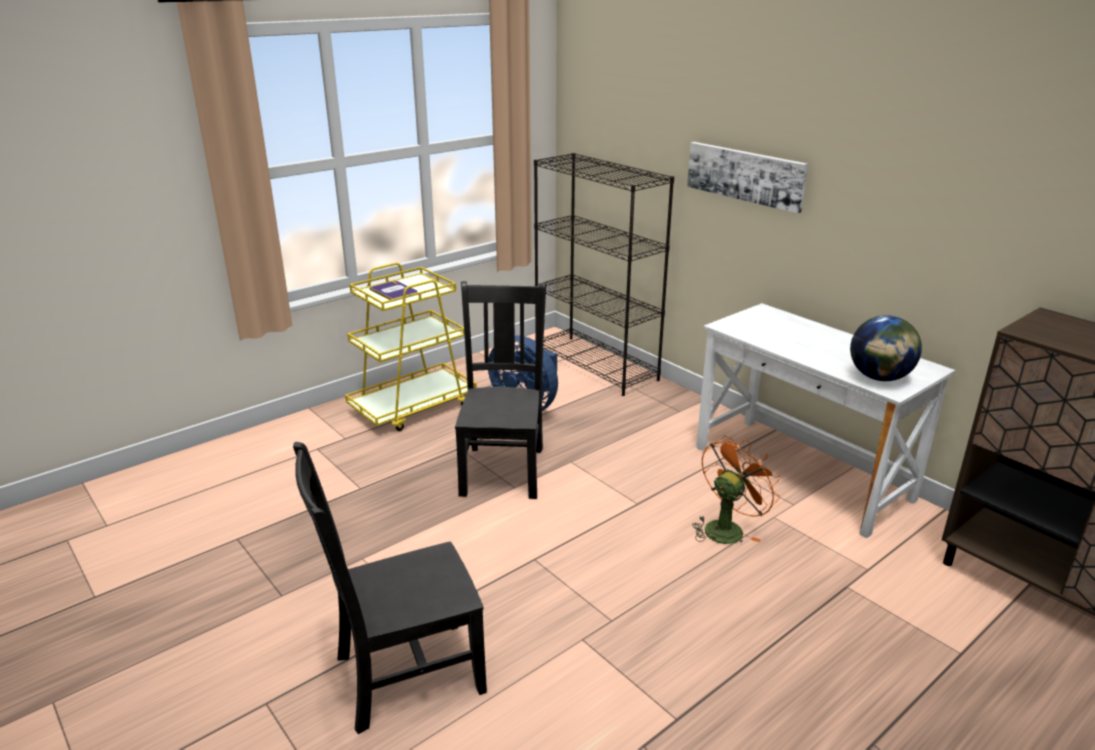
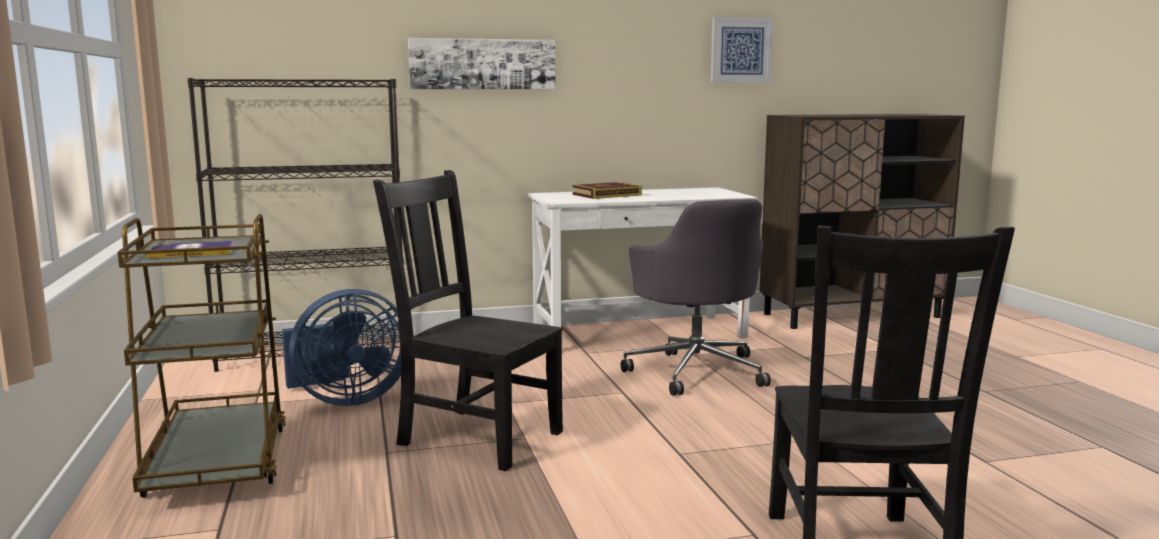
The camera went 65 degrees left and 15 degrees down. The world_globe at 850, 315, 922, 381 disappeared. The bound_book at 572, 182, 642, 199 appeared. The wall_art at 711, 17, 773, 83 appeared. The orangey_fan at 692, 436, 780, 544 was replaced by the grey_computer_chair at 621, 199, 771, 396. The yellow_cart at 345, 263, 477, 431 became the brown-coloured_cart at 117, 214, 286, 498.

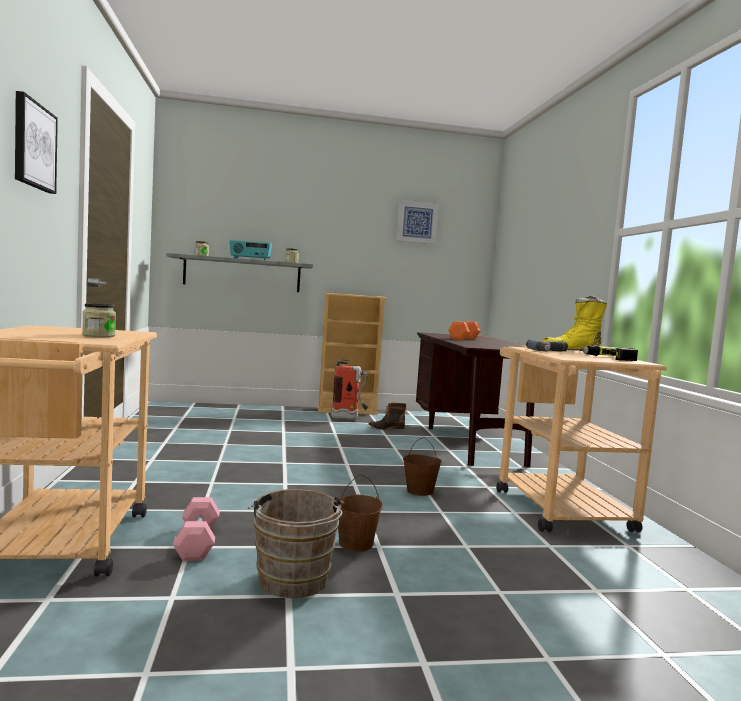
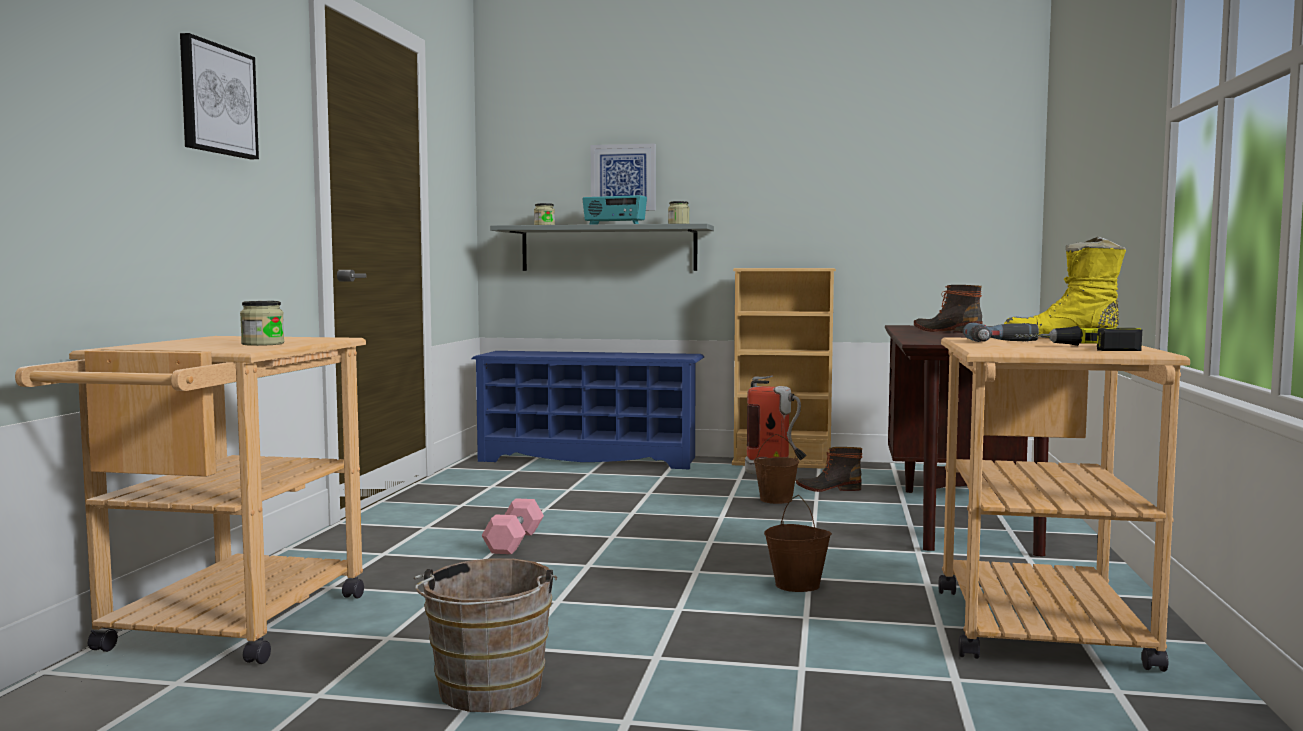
The camera went 20 degrees right and 0 degrees up. The blue_shoe_stand at 472, 351, 704, 469 appeared. The pinkish_free_weight moved from 173, 497, 220, 561 to 481, 498, 544, 554. The brown-coloured_bucket moved from 338, 474, 383, 552 to 754, 434, 799, 504. The wall_art moved from 396, 200, 439, 244 to 591, 144, 656, 211. The orangey_free_weight at 448, 321, 481, 340 was replaced by the boot at 914, 285, 983, 333.

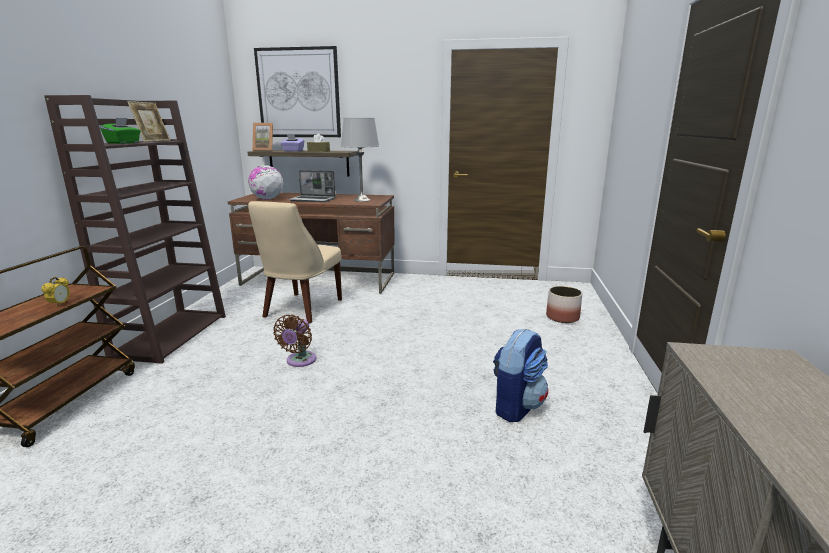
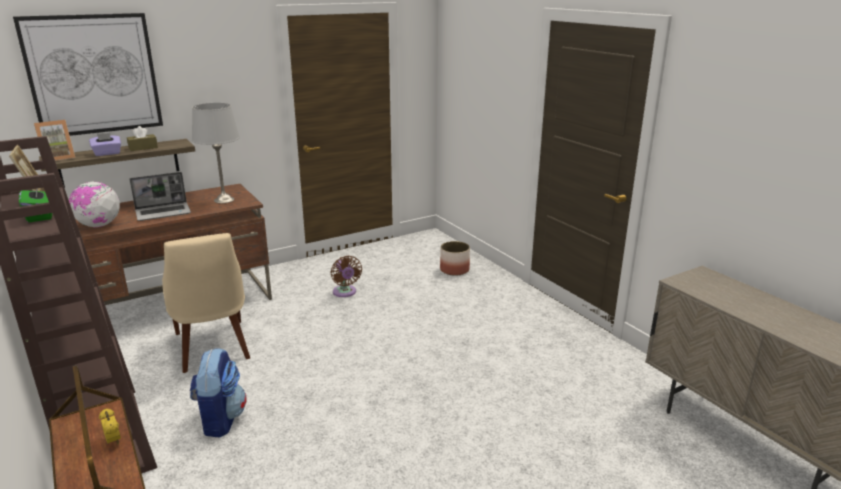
The camera went 40 degrees left and 5 degrees up. The brown-coloured_fan moved from 273, 315, 316, 367 to 330, 256, 362, 297. The rucksack moved from 493, 328, 548, 422 to 190, 348, 247, 438.

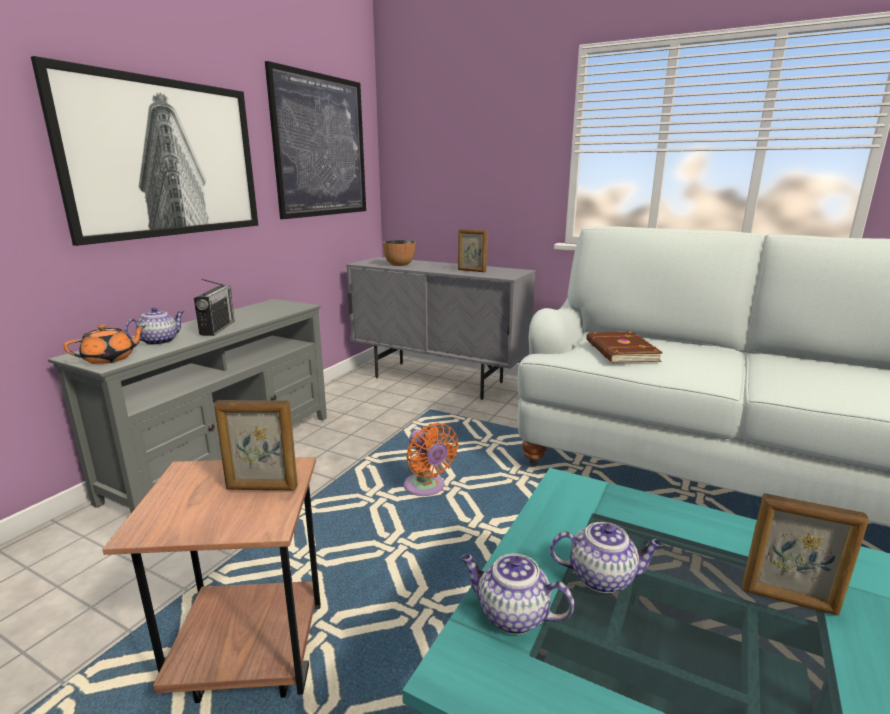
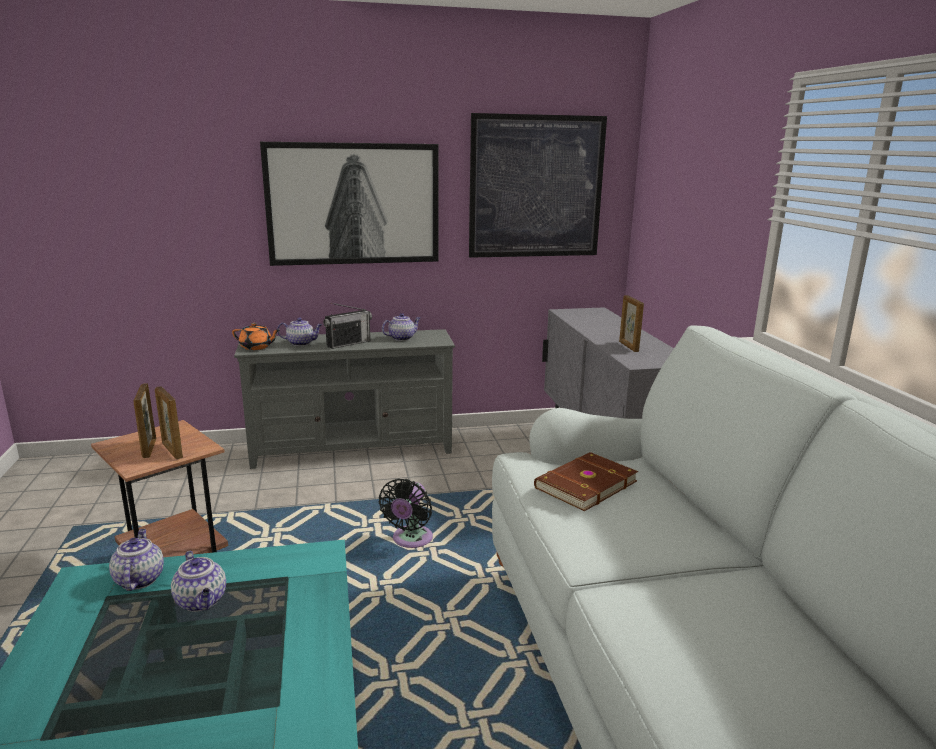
The camera went 50 degrees right and 0 degrees up. The deep_dish at 383, 240, 416, 266 disappeared. The teapot at 382, 313, 421, 341 appeared. The picture_frame moved from 742, 493, 869, 616 to 133, 384, 156, 458. The orangey_fan at 404, 423, 459, 496 became the black-coloured_fan at 379, 479, 433, 548.

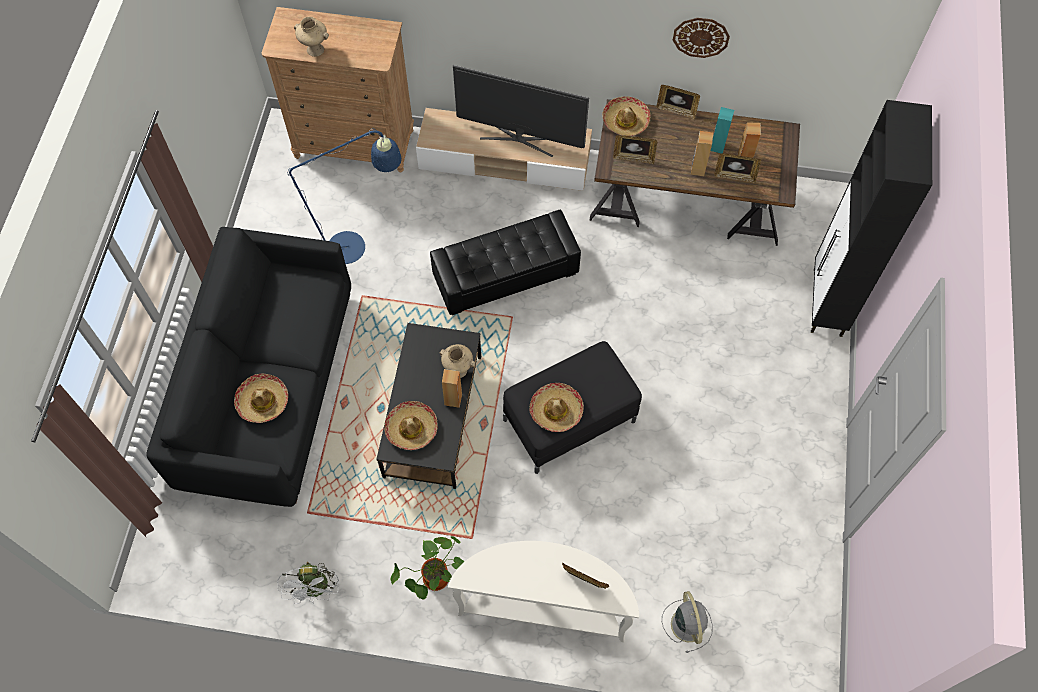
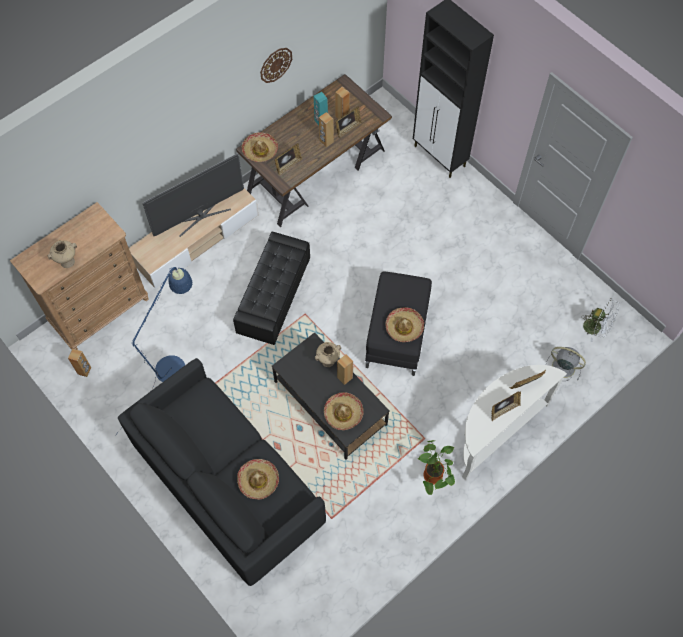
The camera went 50 degrees left and 0 degrees up. The brown-coloured_loudspeaker at 68, 349, 91, 377 appeared. The white_fan moved from 277, 562, 339, 604 to 581, 298, 620, 342. The picture_frame moved from 656, 85, 700, 119 to 491, 391, 521, 421.

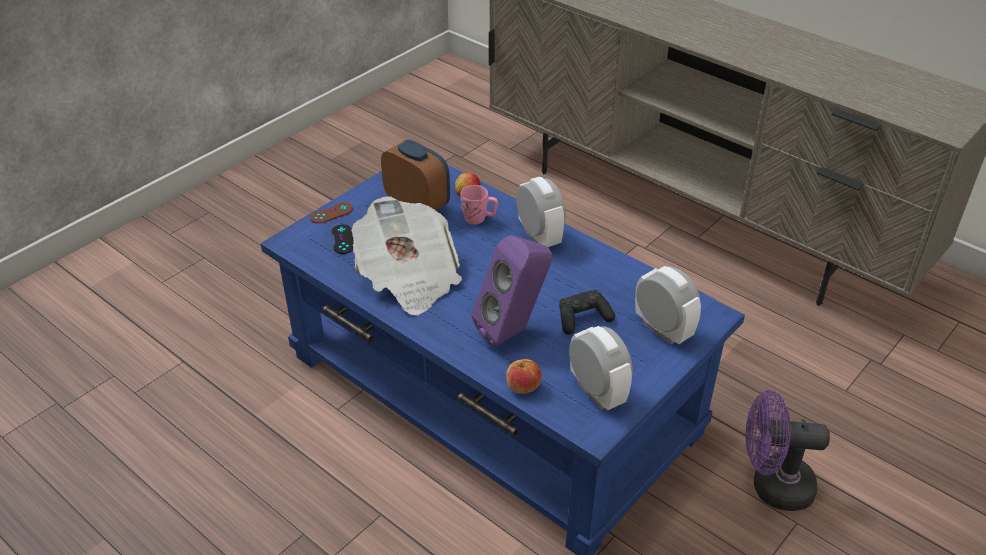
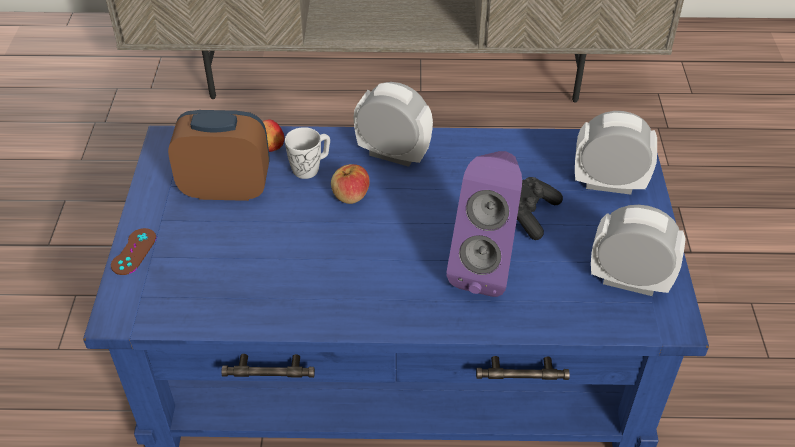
The camera went 40 degrees left and 5 degrees up. The black-coloured_game_controller at 332, 224, 354, 254 disappeared. The printed_paper at 351, 196, 462, 315 disappeared. The purplish_fan at 746, 390, 830, 511 disappeared. The whole_apple moved from 506, 359, 542, 394 to 331, 164, 370, 204. The pinkish_coffee_mug at 460, 185, 498, 225 became the white_coffee_mug at 285, 127, 330, 179.

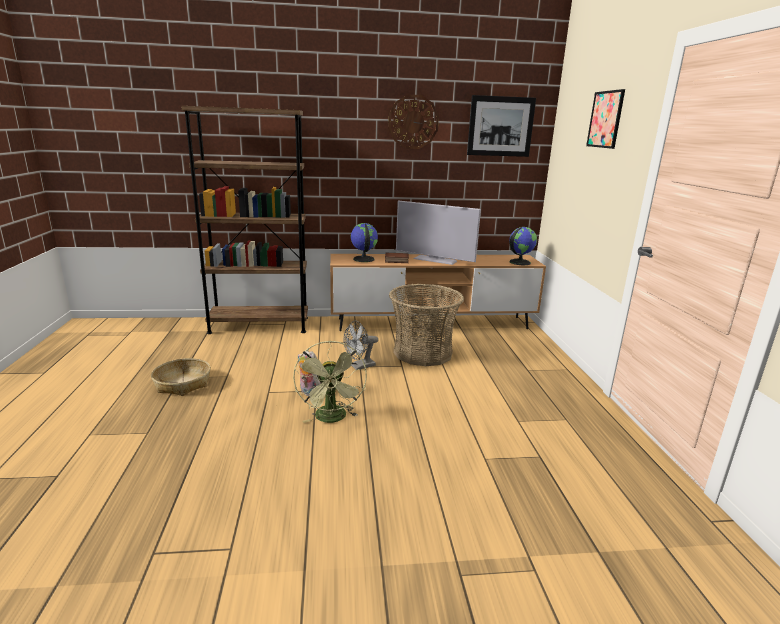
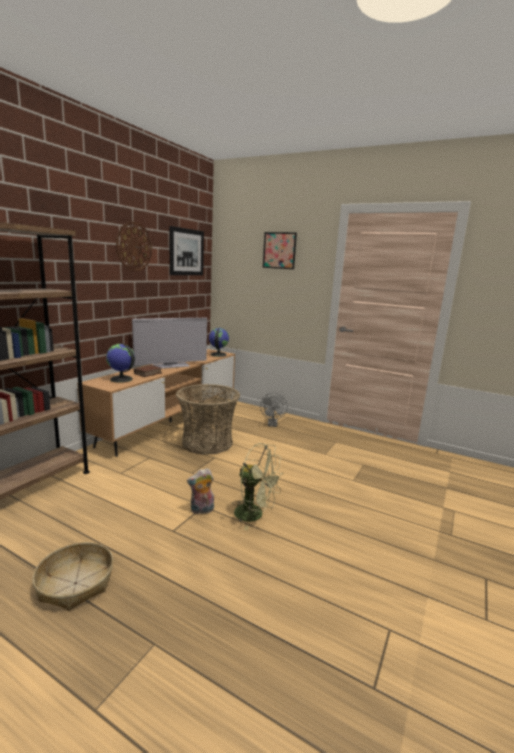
The camera went 55 degrees left and 5 degrees down. The grey_fan moved from 344, 320, 378, 370 to 260, 393, 287, 427.

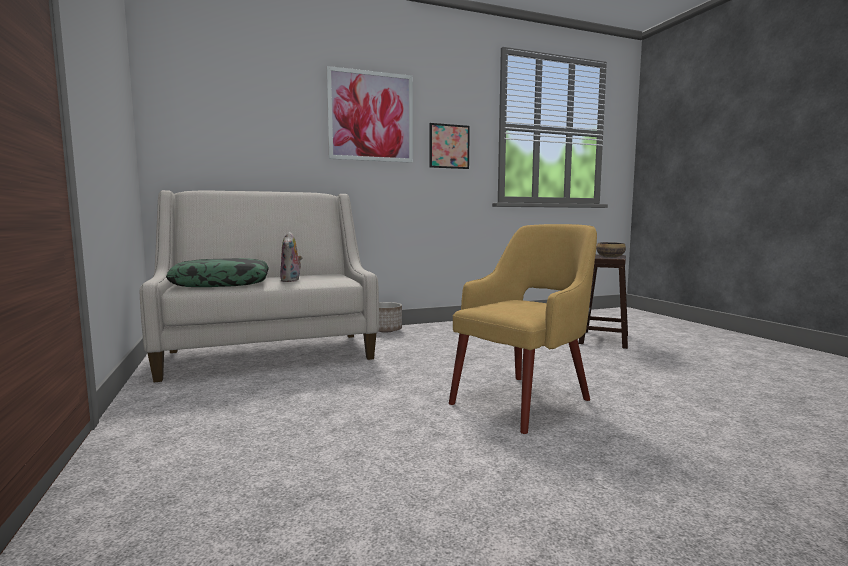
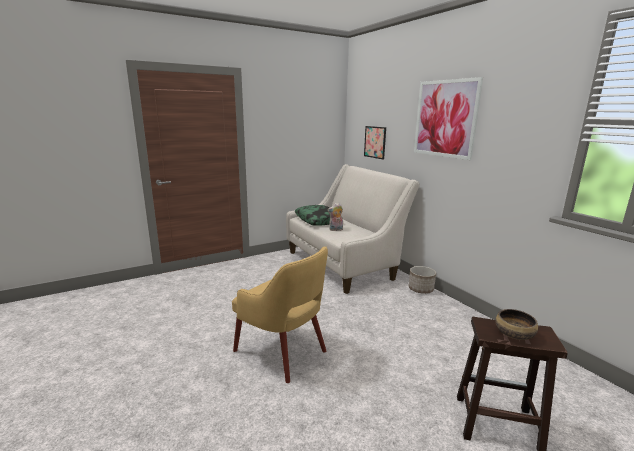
The camera went 80 degrees right and 10 degrees up. The wall_art moved from 429, 123, 470, 169 to 364, 126, 386, 159.

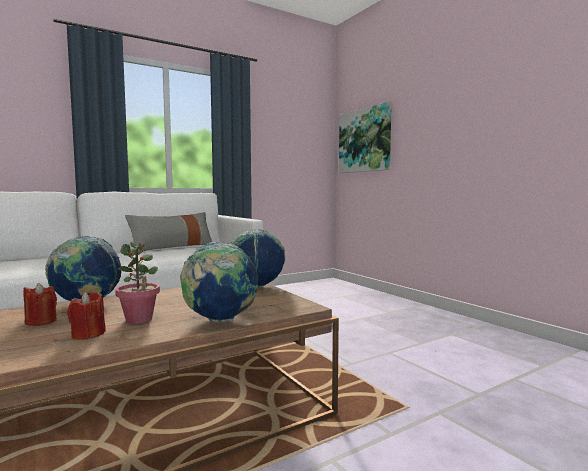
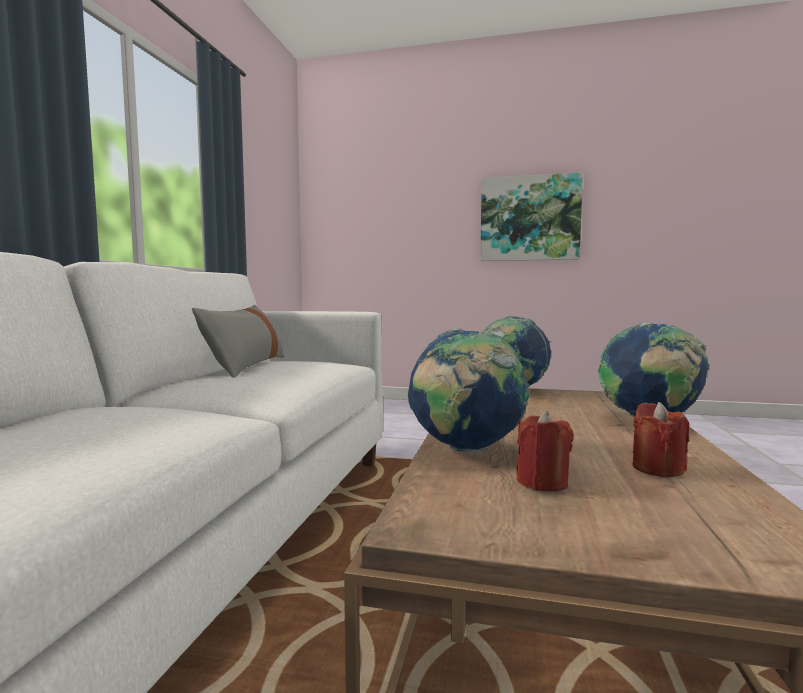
The camera went 45 degrees left and 0 degrees up. The plant_in_a_pot at 115, 242, 160, 323 disappeared. The wall_art moved from 339, 102, 392, 173 to 480, 172, 583, 261.

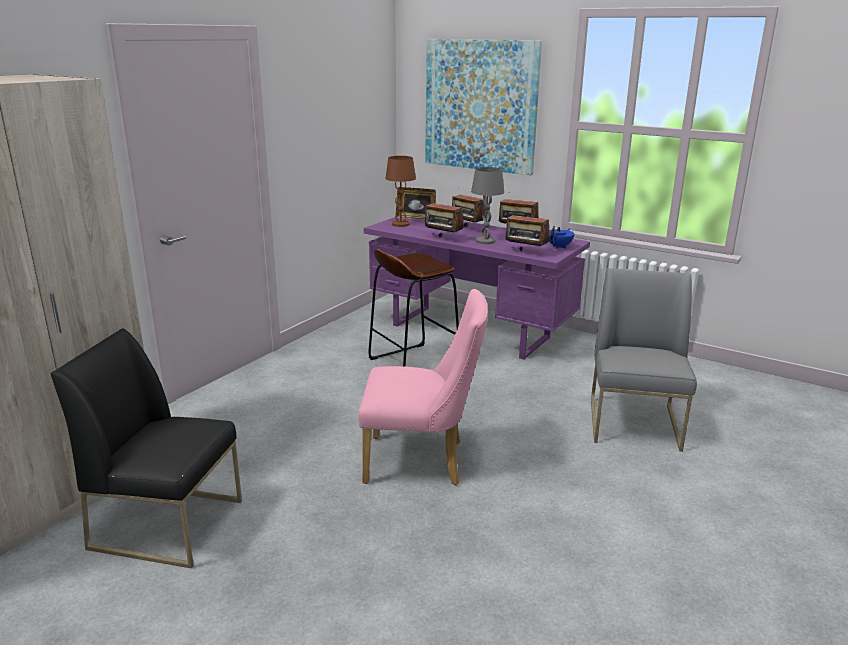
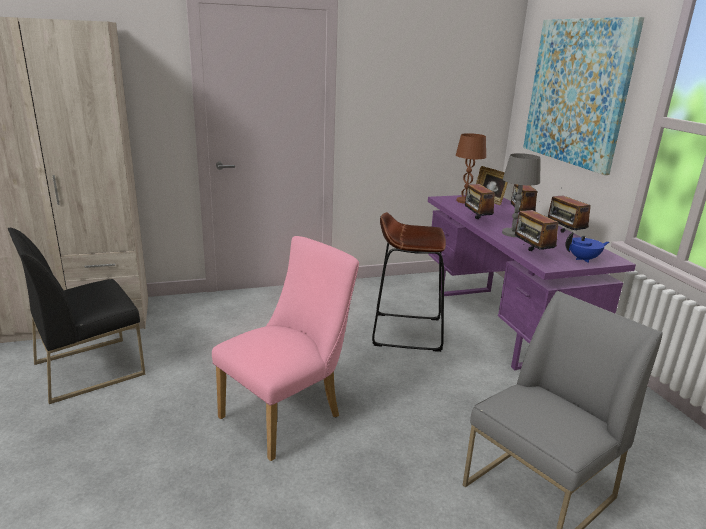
The camera went 40 degrees right and 0 degrees up. The black-coloured_chair at 51, 328, 242, 568 turned 90 degrees counterclockwise. The pinkish_chair at 358, 289, 488, 485 turned 90 degrees counterclockwise.

